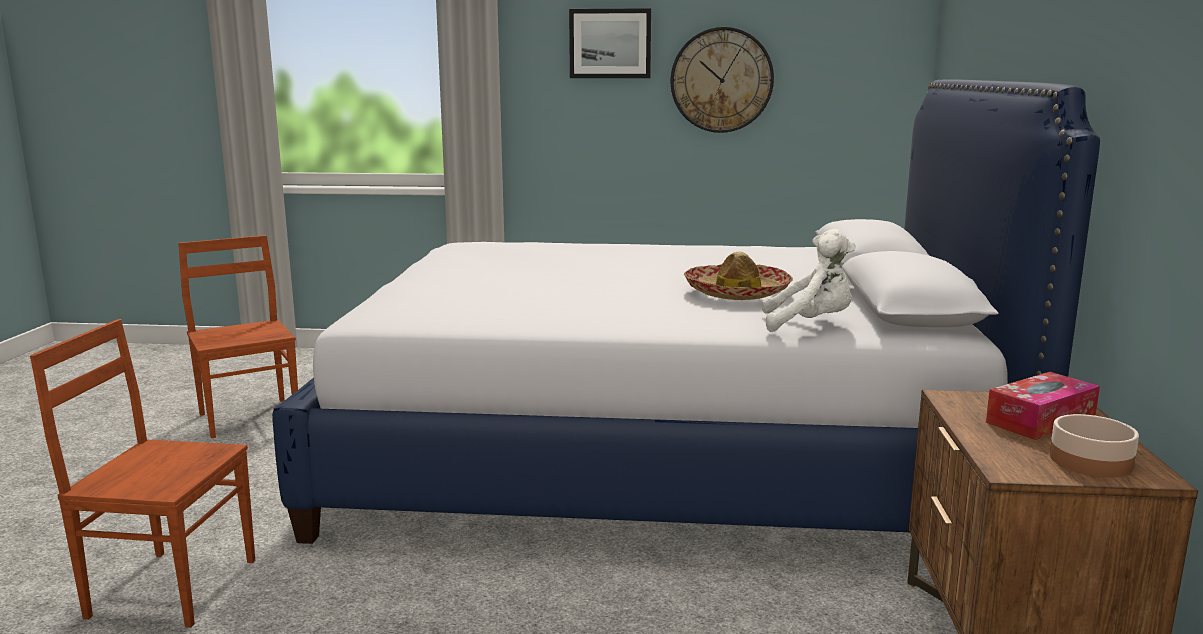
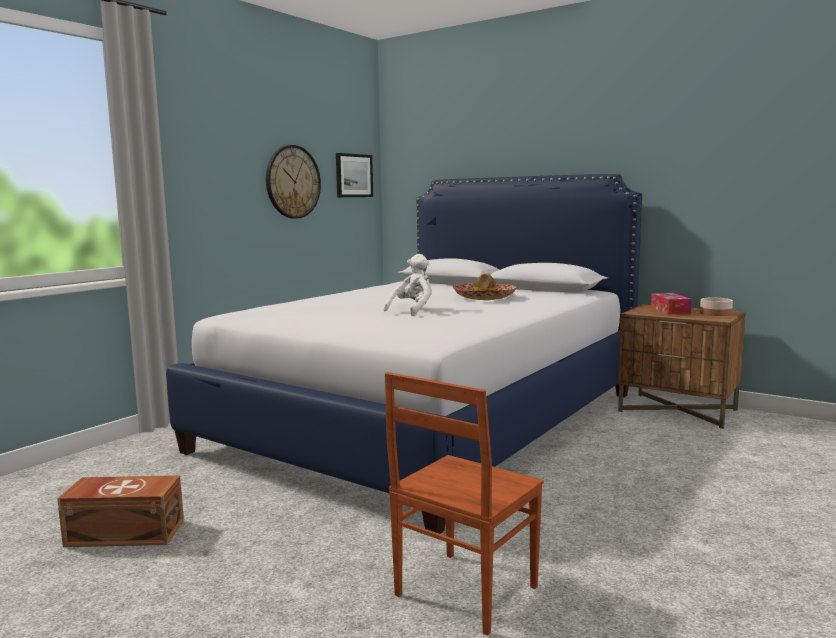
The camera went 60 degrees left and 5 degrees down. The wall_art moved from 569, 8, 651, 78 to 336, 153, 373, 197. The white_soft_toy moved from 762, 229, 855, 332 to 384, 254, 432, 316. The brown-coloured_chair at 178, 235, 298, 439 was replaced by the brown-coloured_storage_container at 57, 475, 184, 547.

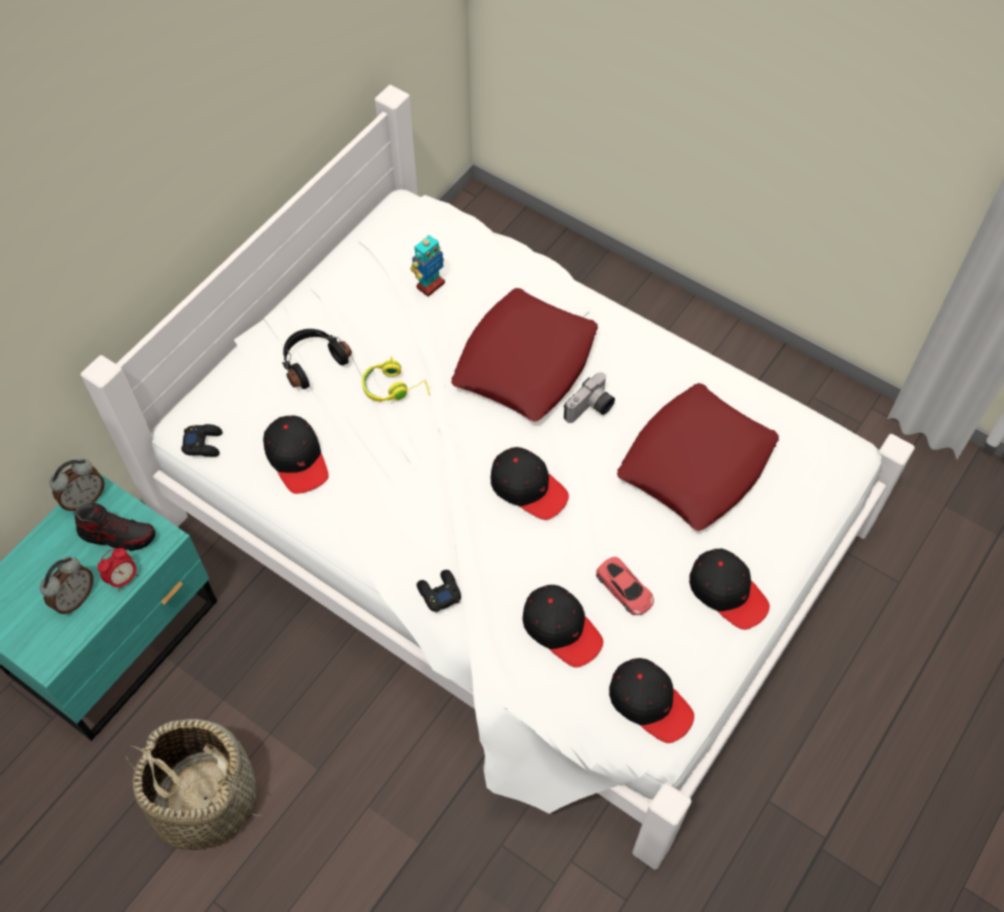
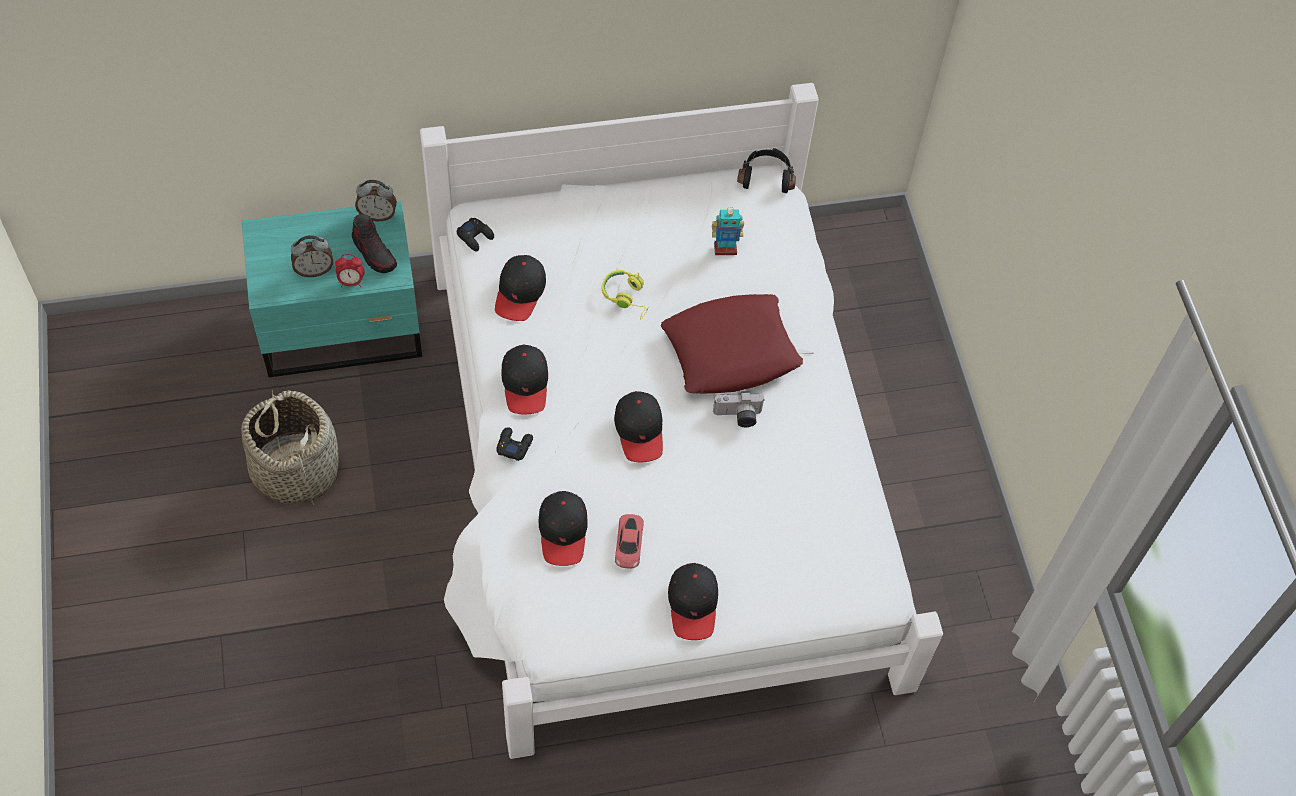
The camera went 40 degrees right and 0 degrees up. The red-coloured_pillow at 617, 383, 779, 531 disappeared. The black-coloured_headset moved from 282, 329, 352, 389 to 737, 148, 796, 193. The black-coloured_baseball_cap moved from 609, 658, 694, 743 to 501, 345, 548, 414.

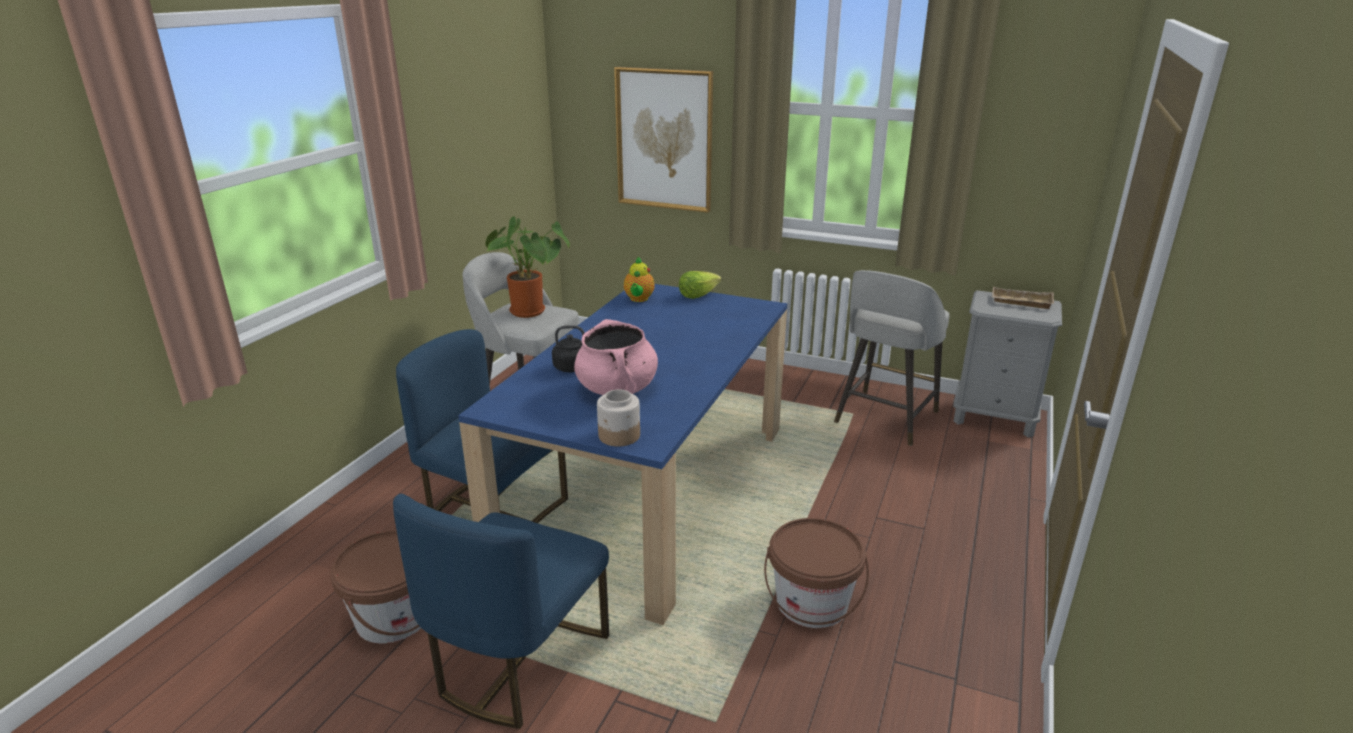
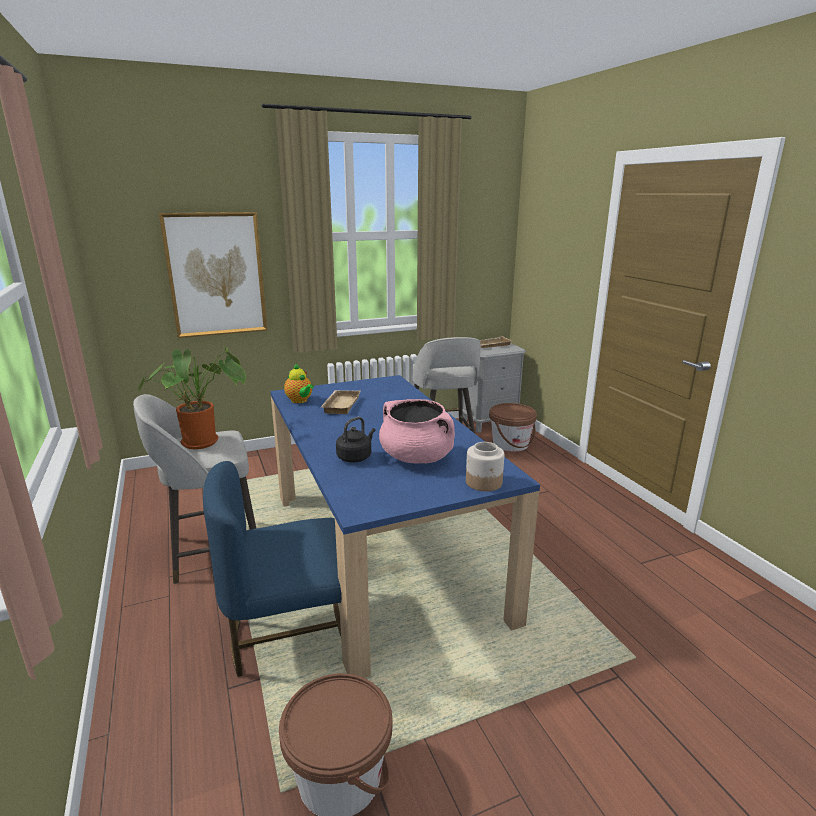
The camera went 45 degrees left and 5 degrees down. The blue_chair at 393, 494, 609, 729 disappeared. The lettuce_head at 679, 271, 721, 299 disappeared. The beige-coloured_tray at 321, 390, 360, 414 appeared. The brown-coloured_bucket moved from 764, 518, 869, 628 to 489, 403, 537, 452.

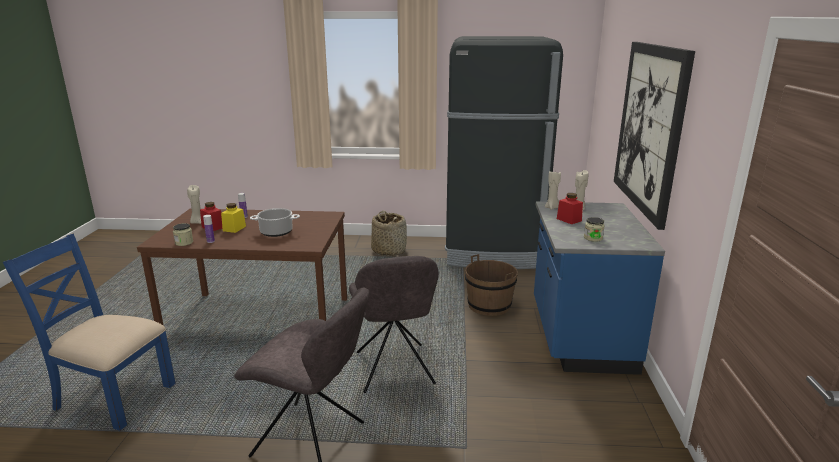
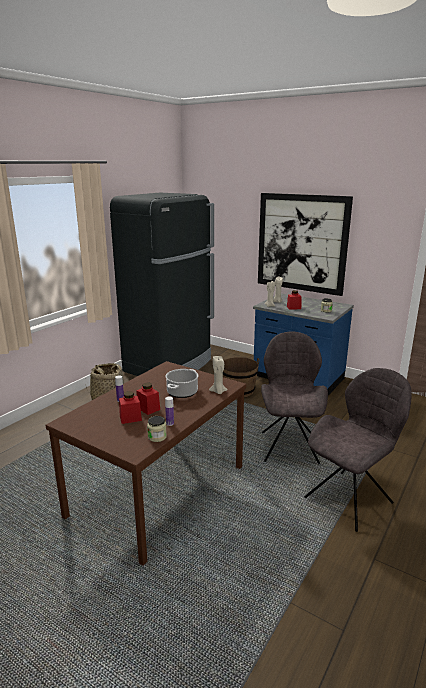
The camera went 60 degrees left and 0 degrees up. The blue_chair at 3, 233, 175, 431 disappeared. The beige-coloured_candle moved from 187, 185, 201, 224 to 209, 356, 228, 394. The yellow_jar at 221, 203, 246, 233 became the red-coloured_jar at 137, 382, 160, 415. The grey_chair at 349, 256, 439, 393 turned 105 degrees counterclockwise.

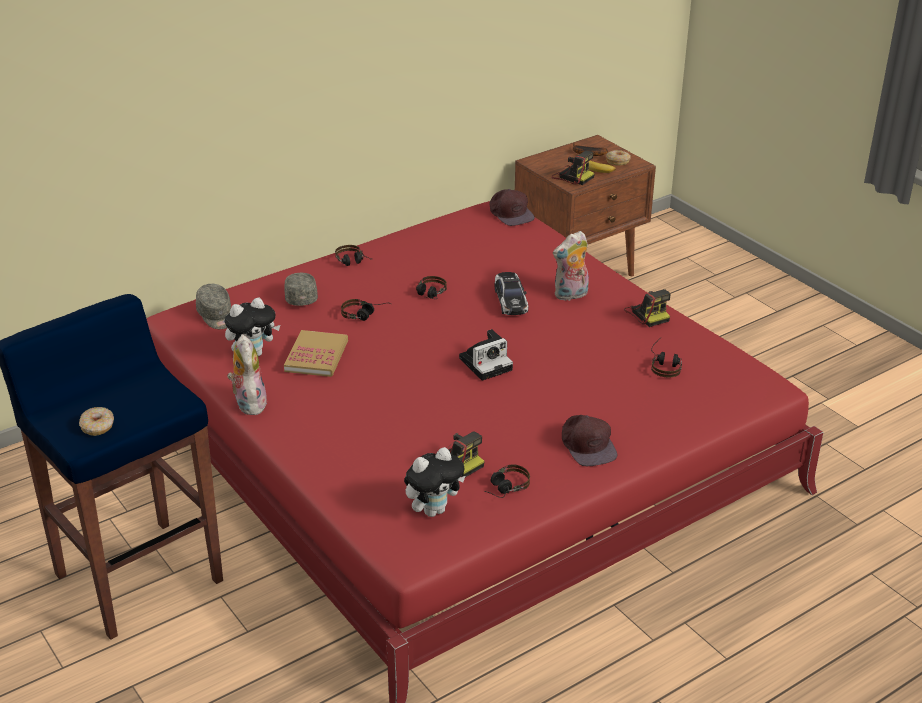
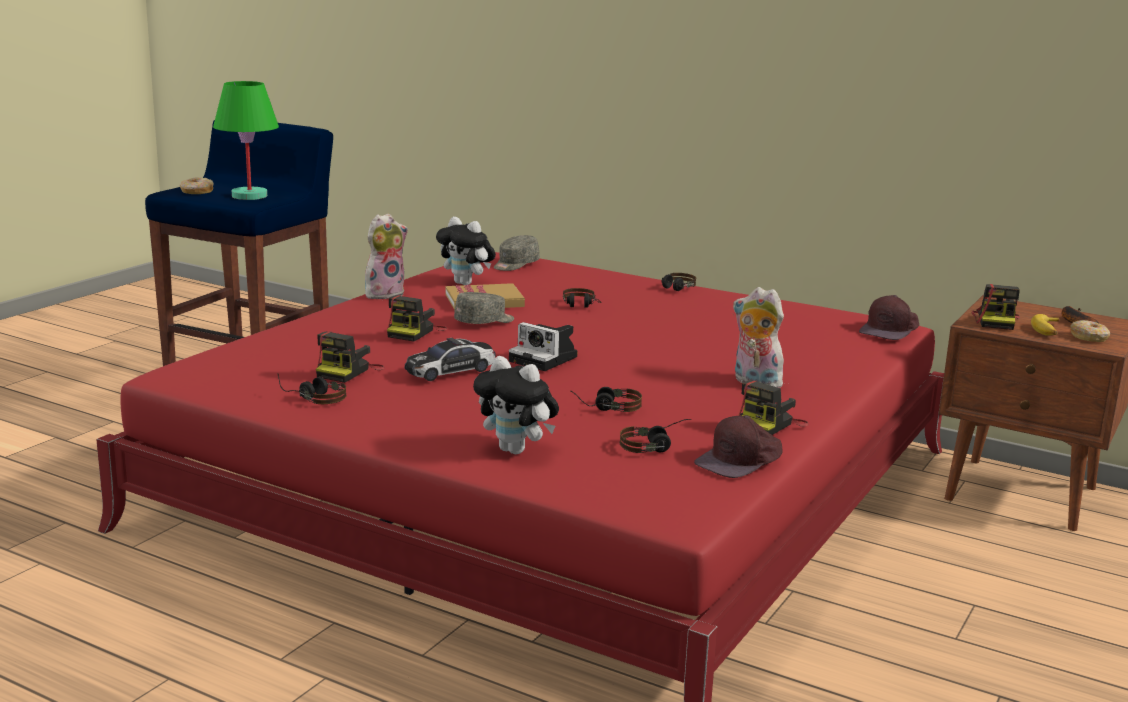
The camera went 65 degrees right and 15 degrees down. The green_lamp_for_a_table at 213, 81, 279, 200 appeared. The photo_camera at 387, 295, 447, 342 appeared. The grey_baseball_cap moved from 284, 273, 318, 306 to 454, 292, 514, 324. The soft_toy moved from 404, 447, 465, 517 to 473, 356, 559, 454. The headset moved from 416, 276, 447, 299 to 570, 387, 642, 412. The toy_car moved from 495, 272, 528, 315 to 405, 338, 496, 381. The brown-coloured_baseball_cap moved from 562, 415, 617, 466 to 694, 415, 783, 478.

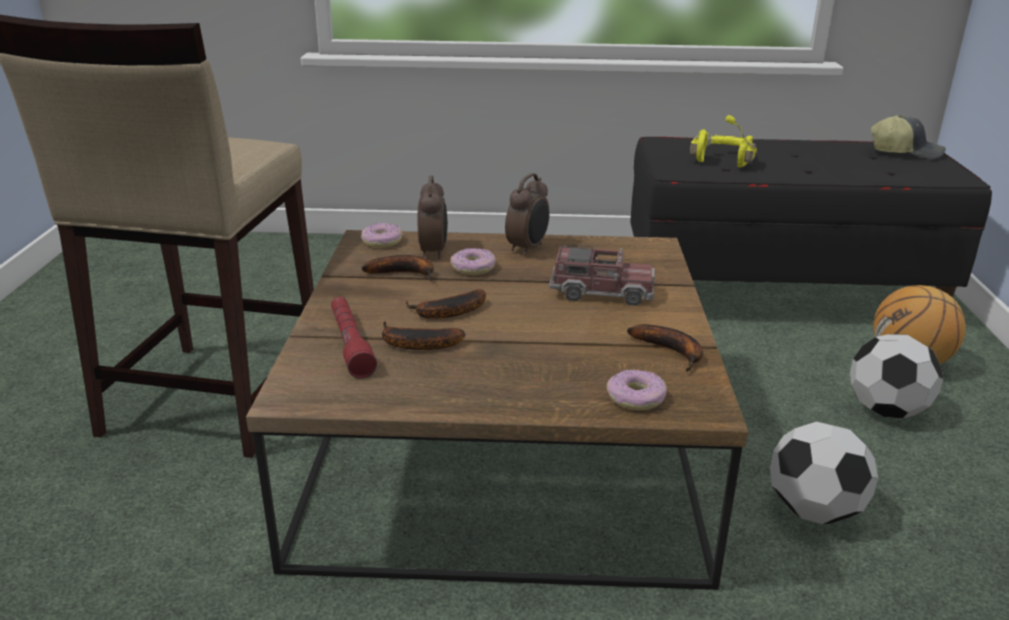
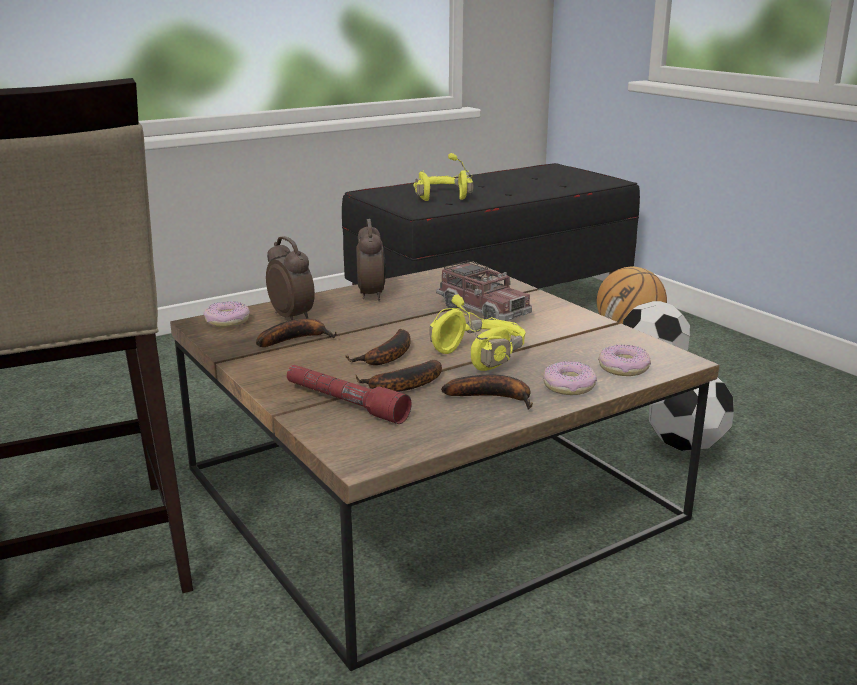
The camera went 35 degrees left and 5 degrees down. The baseball_cap at 871, 115, 946, 159 disappeared. The yellow_headset at 430, 294, 526, 371 appeared. The donut moved from 450, 248, 496, 275 to 542, 361, 597, 395. The banana moved from 627, 324, 703, 372 to 441, 374, 533, 409. The toy_truck at 549, 244, 655, 306 turned 75 degrees clockwise.

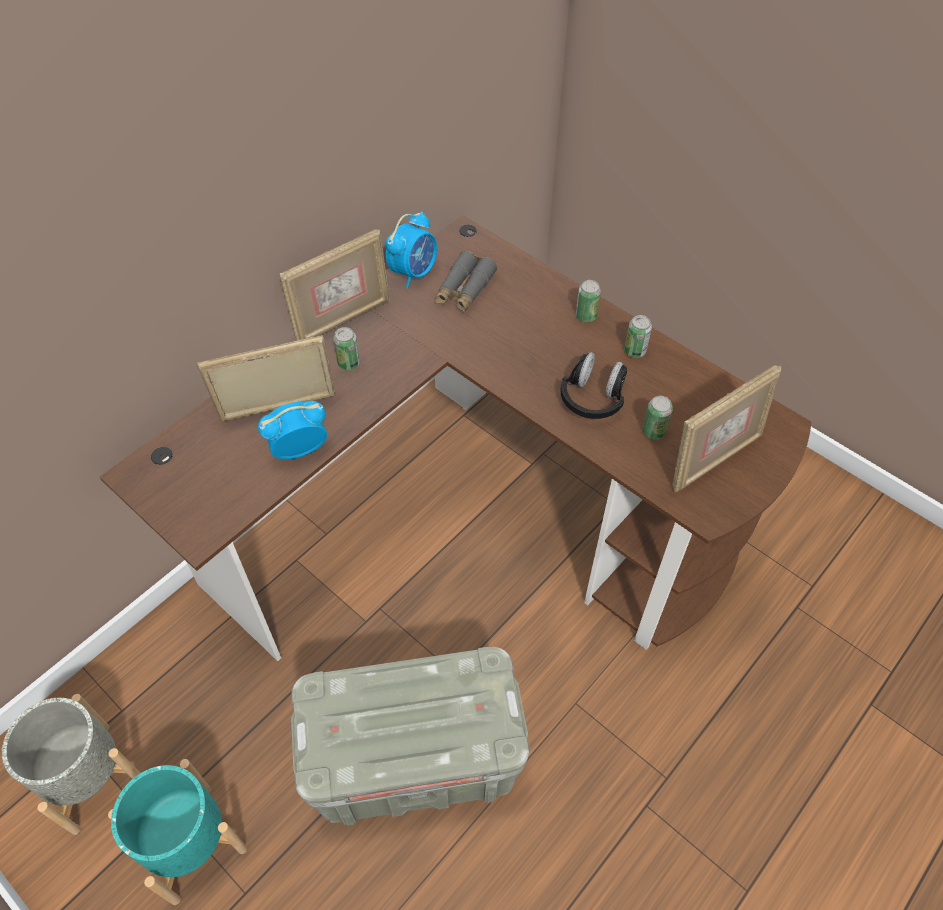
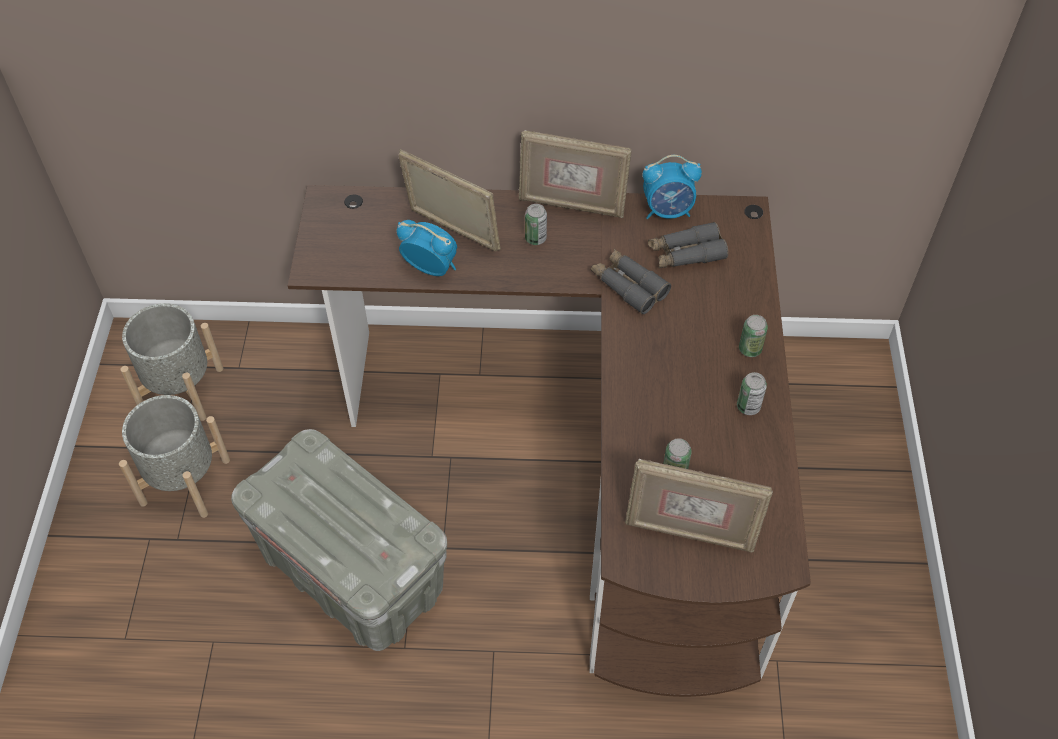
The camera went 50 degrees right and 0 degrees up. The black-coloured_headset at 561, 352, 627, 419 disappeared. The grey_field_glasses at 591, 249, 671, 314 appeared. The turquoise_flower_pot at 108, 759, 247, 905 became the grey_flower_pot at 119, 395, 230, 518.

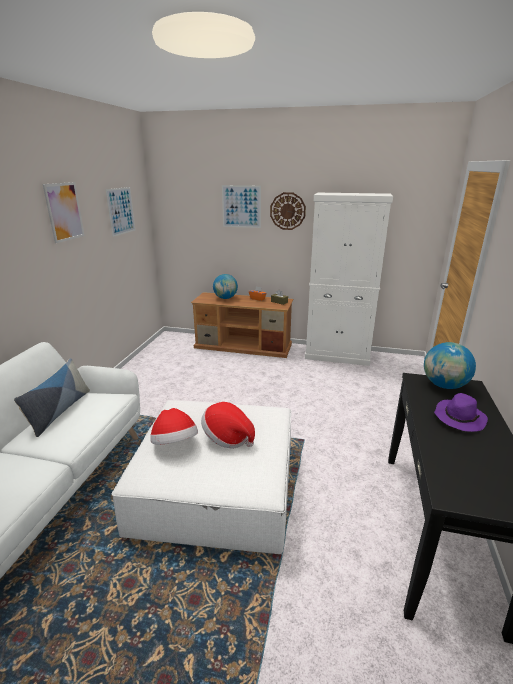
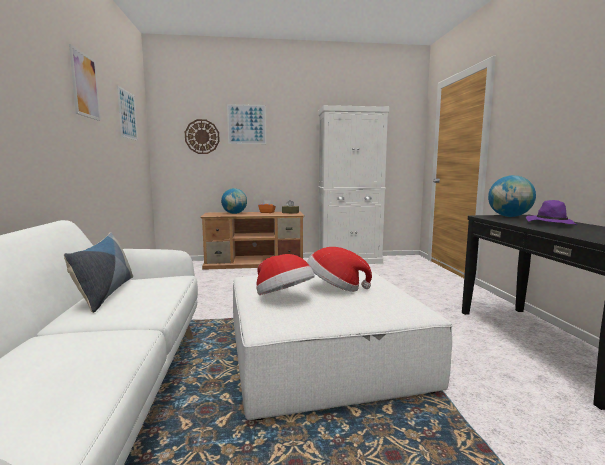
The camera went 20 degrees left and 15 degrees down. The wall_clock moved from 270, 192, 306, 230 to 185, 119, 220, 154.

